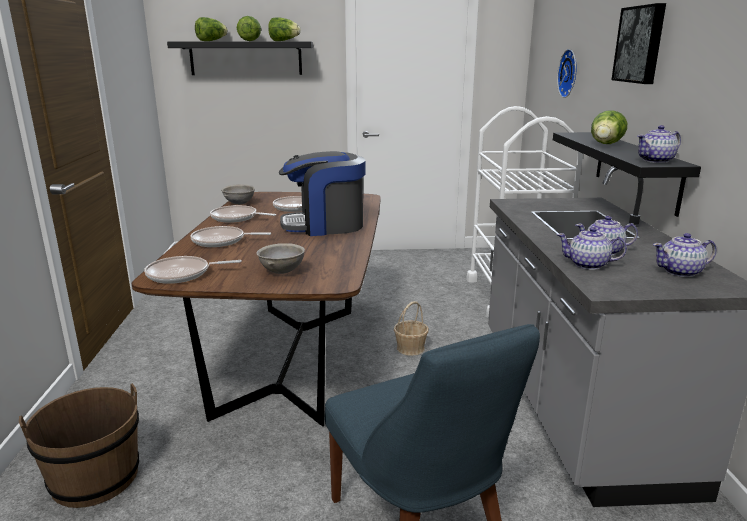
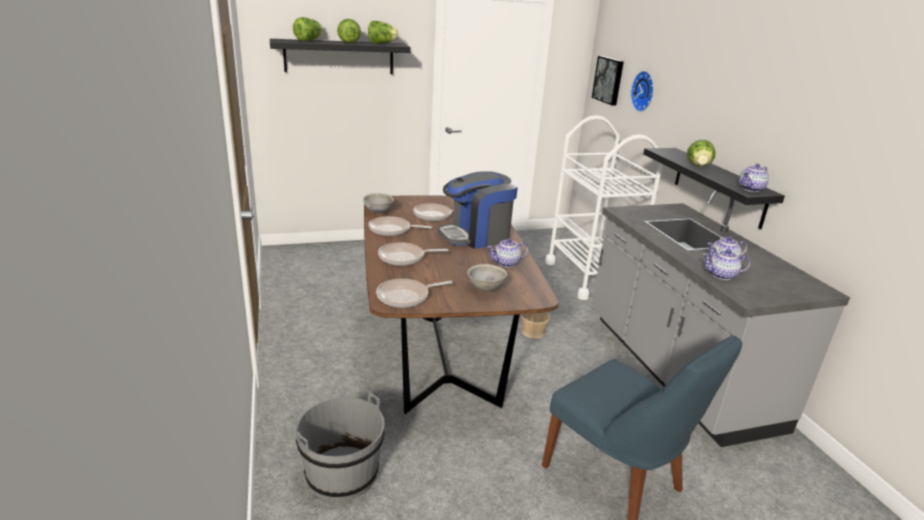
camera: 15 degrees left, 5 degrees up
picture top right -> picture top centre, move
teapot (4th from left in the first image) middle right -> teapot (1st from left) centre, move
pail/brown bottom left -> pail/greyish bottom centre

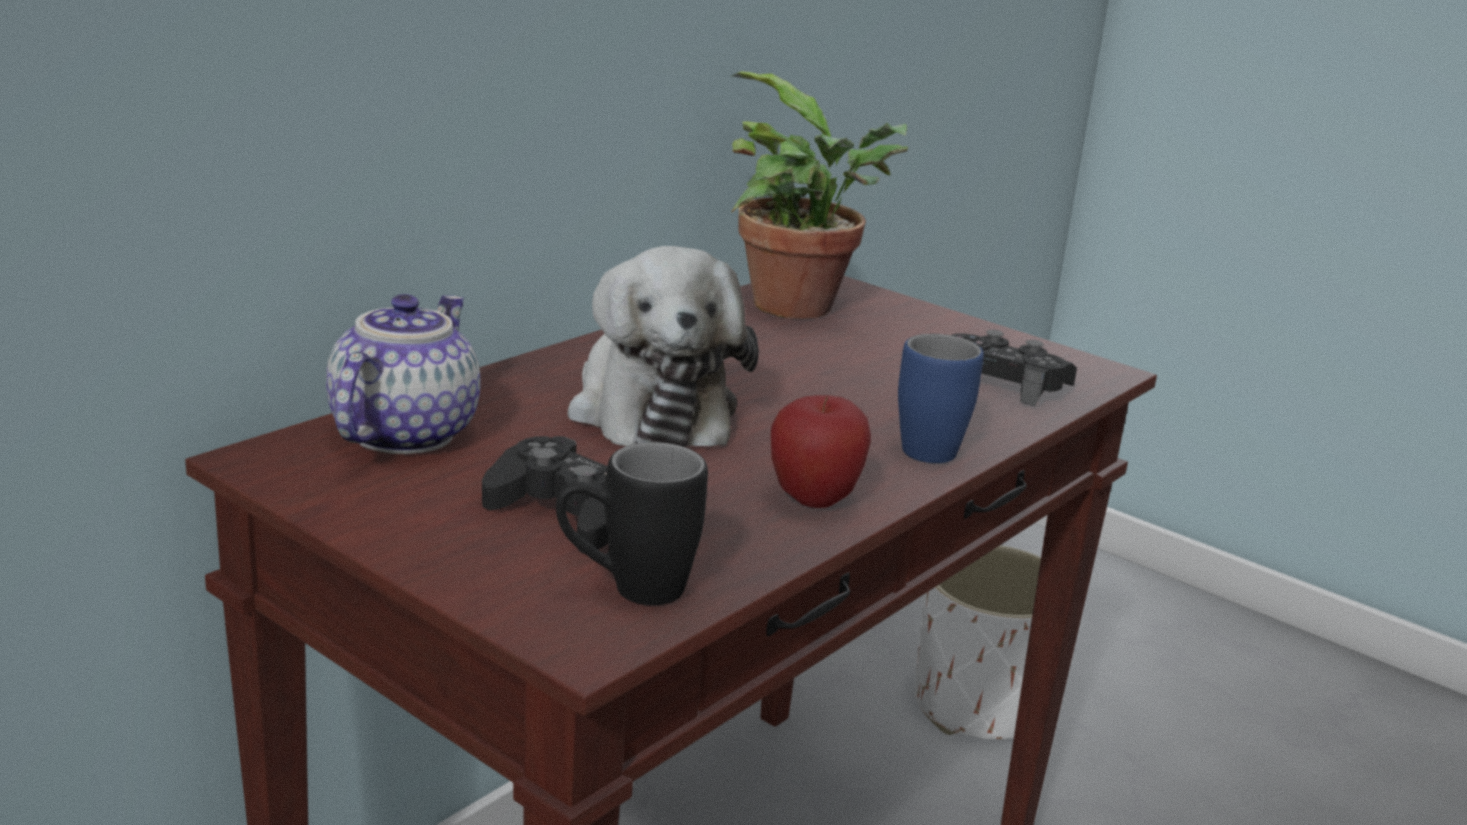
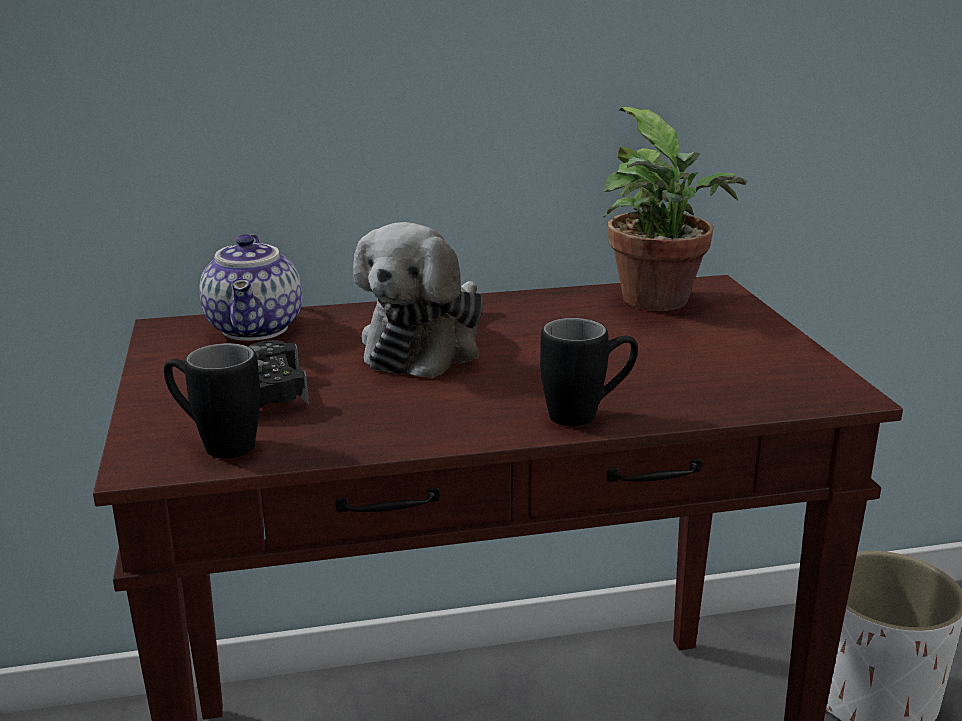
camera: 40 degrees right, 0 degrees up
whole apple centre -> none
joypad/black-coloured (2nd from left) middle right -> none
tea mug/blue centre -> tea mug/black-coloured (2nd from left) centre
teapot middle left, 120 degrees clockwise

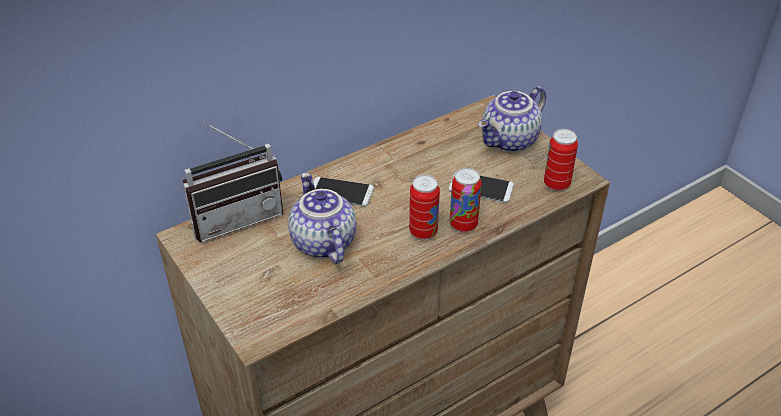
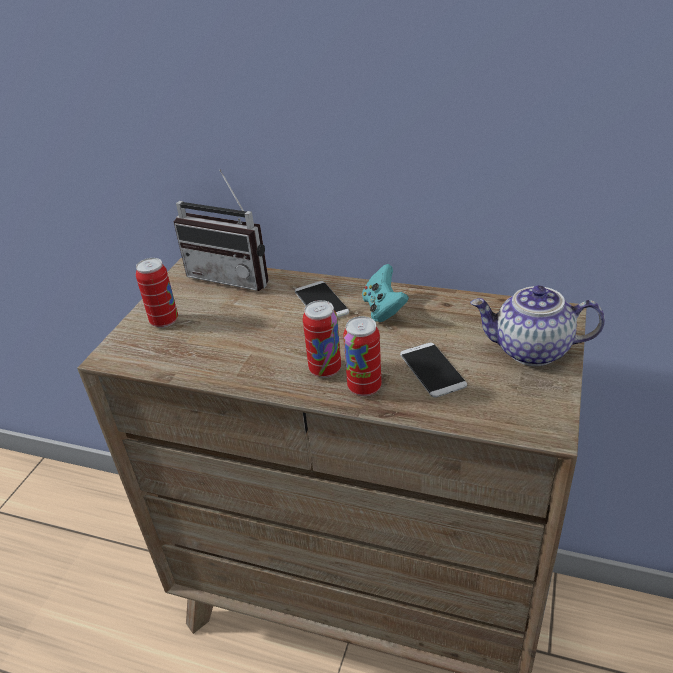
camera: 55 degrees right, 5 degrees down
teapot (1st from left) centre -> none
none -> joypad/turquoise-coloured centre
can (3rd from left in the first image) middle right -> can (1st from left) middle left, move

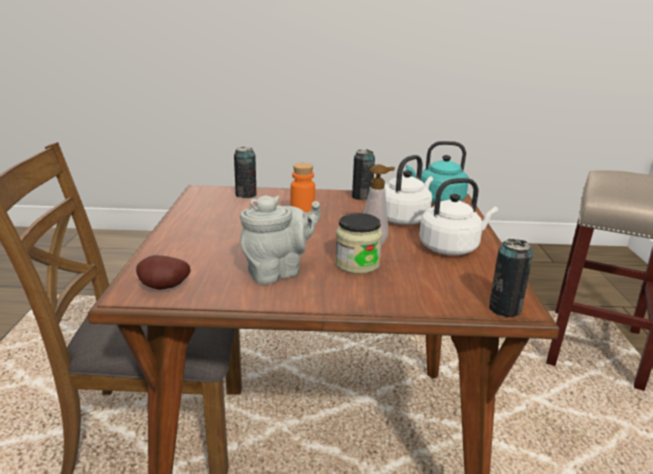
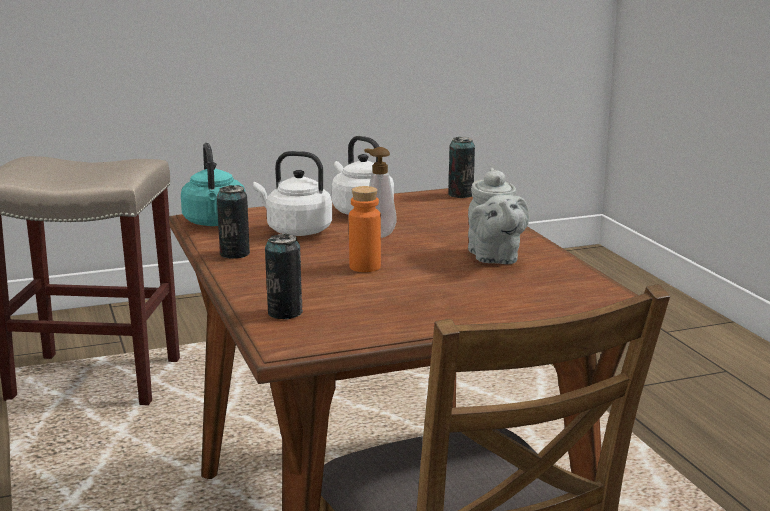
camera: 110 degrees left, 5 degrees down
potato middle left -> none
jar centre -> none
teapot/greyish centre, 135 degrees counterclockwise

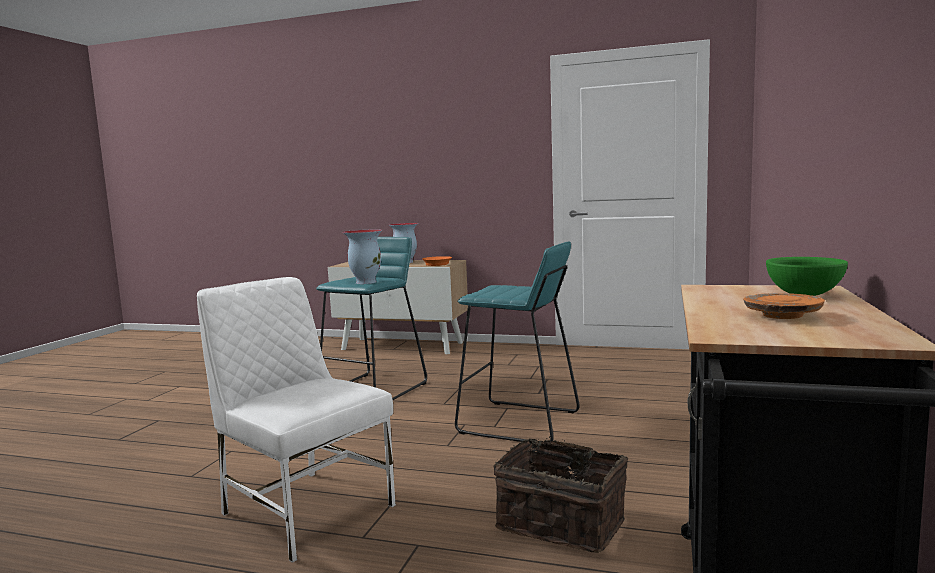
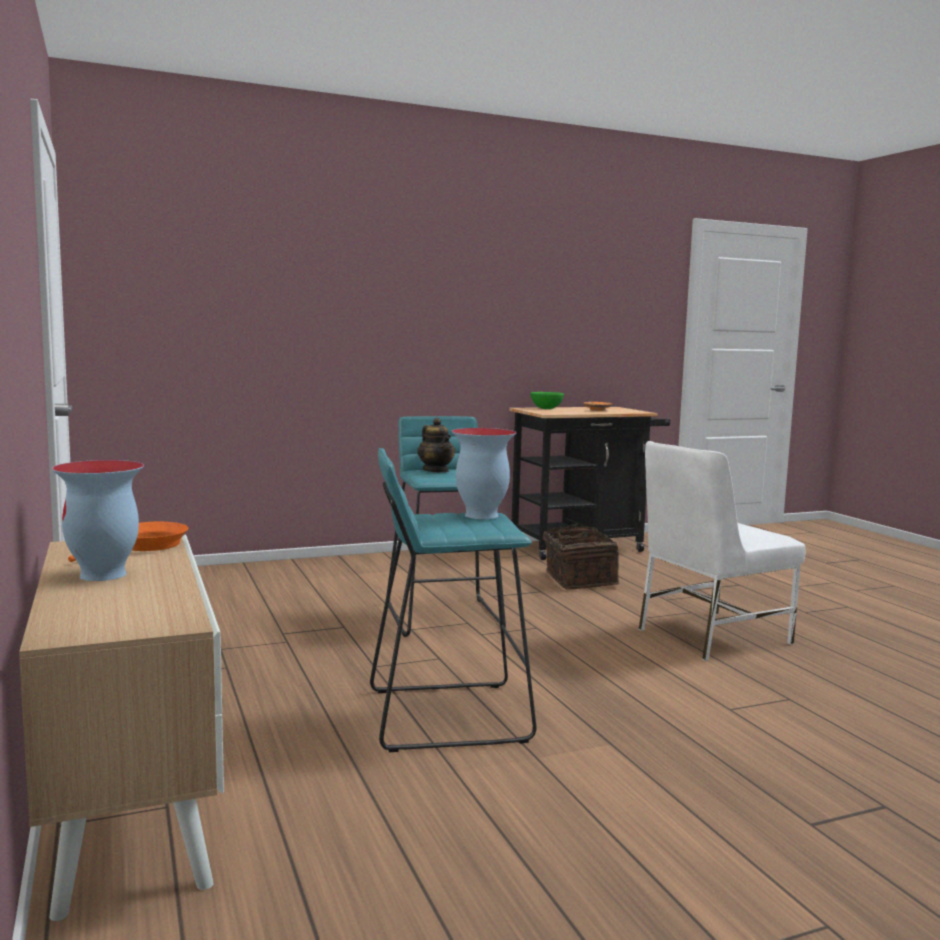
camera: 130 degrees left, 0 degrees up
none -> teapot centre
upright chair/white-coloured bottom left -> upright chair/white-coloured middle right, 60 degrees clockwise

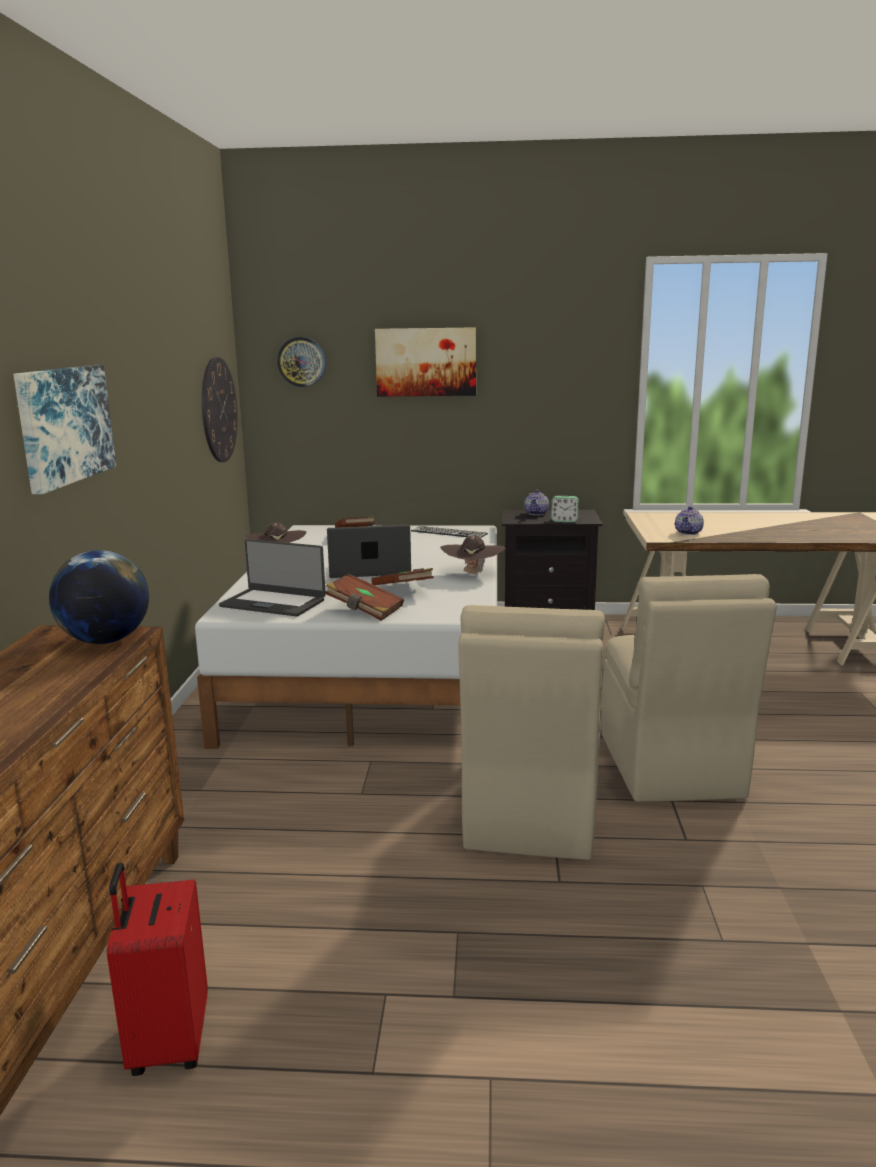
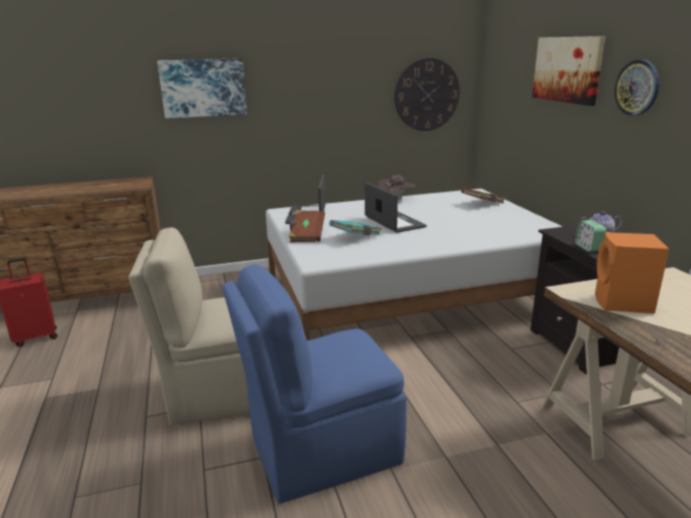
camera: 70 degrees right, 5 degrees up
world globe middle left -> none
PC keyboard centre -> none
hat/brown (2nd from left) centre -> none
clock on the wall (2nd from left) top centre -> clock on the wall (2nd from left) top right, move
teapot (2nd from left) middle right -> audio speaker/orangey middle right
bound book/brown (3rd from left) centre -> bound book/turquoise-coloured centre
upright chair/sand-coloured (2nd from left) middle right -> upright chair/blue bottom centre

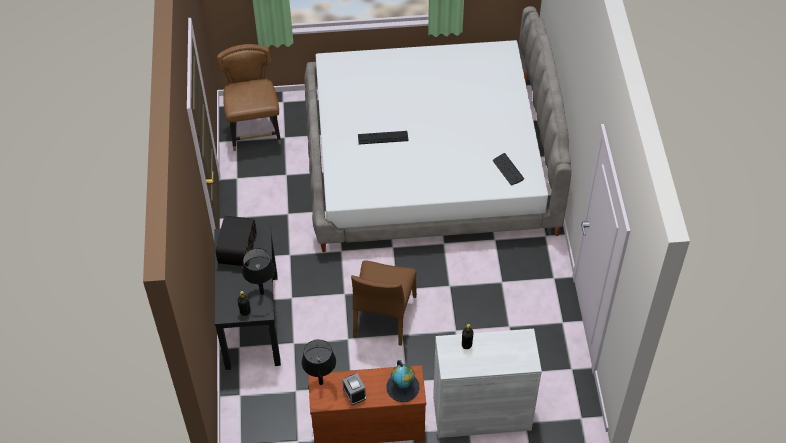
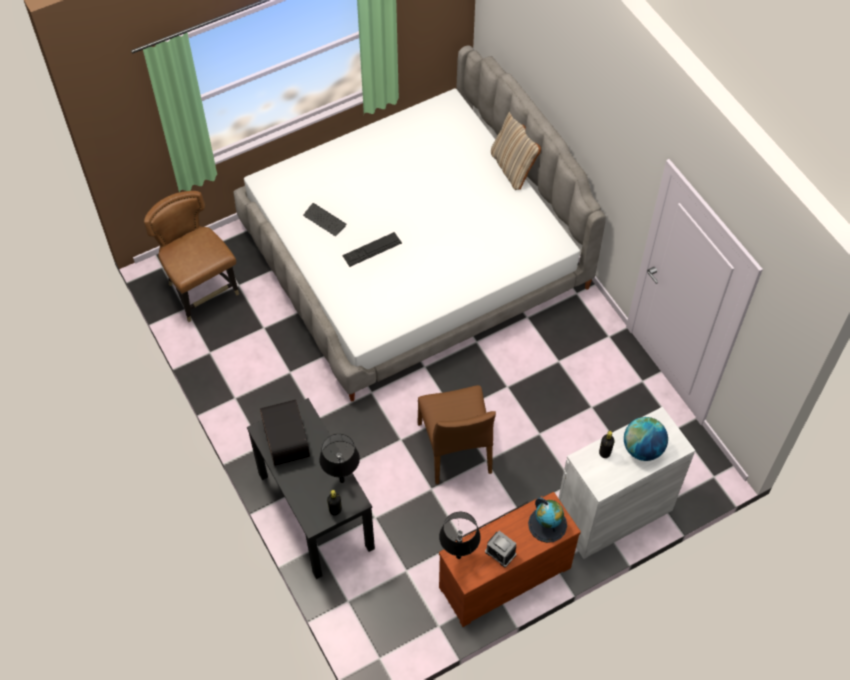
camera: 25 degrees left, 5 degrees up
none -> pillow/sand-coloured top centre
none -> world globe (2nd from left) middle right
PC keyboard (2nd from left in the first image) centre -> PC keyboard (1st from left) top centre, move

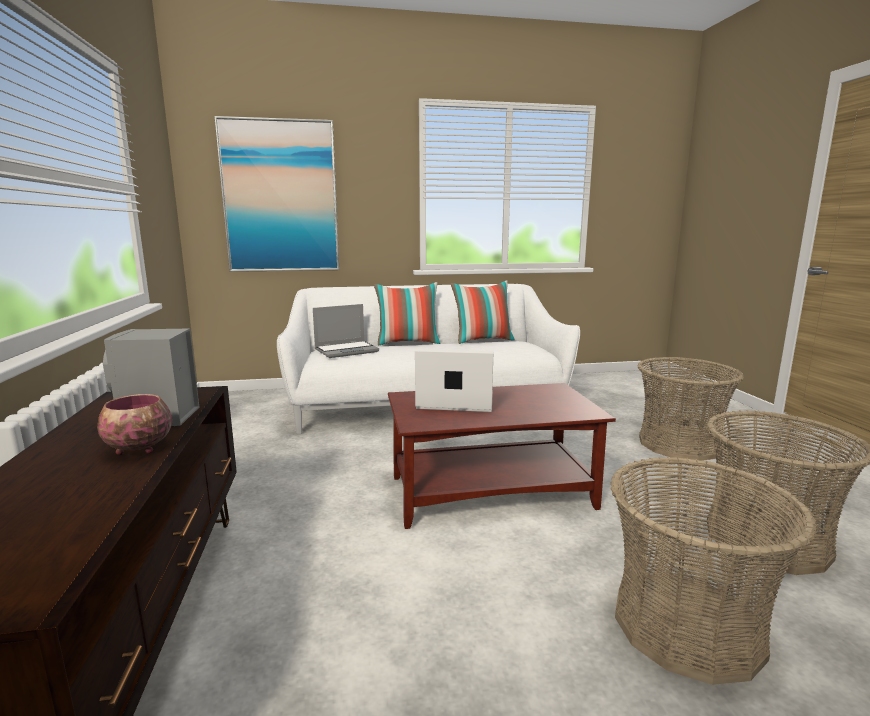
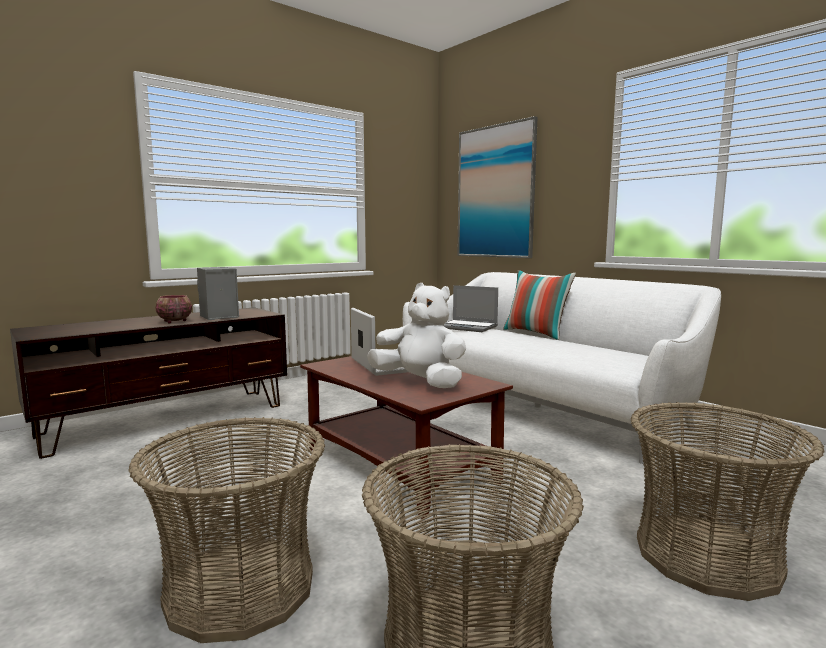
camera: 60 degrees right, 5 degrees down
pillow (2nd from left) centre -> none
none -> soft toy/white-coloured centre

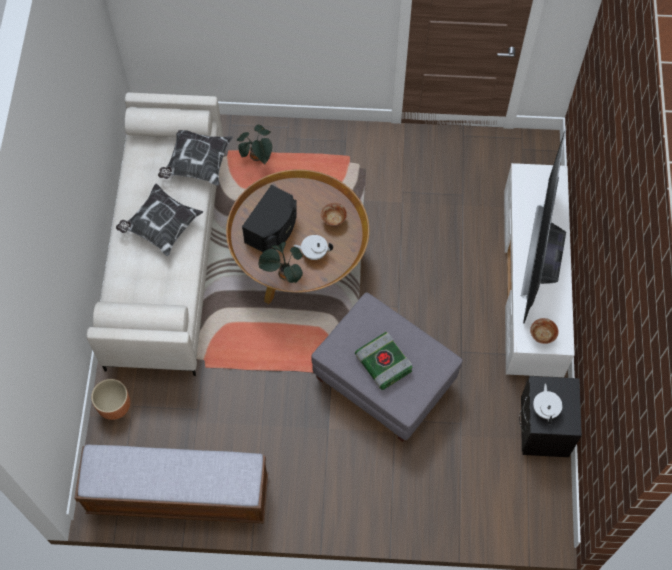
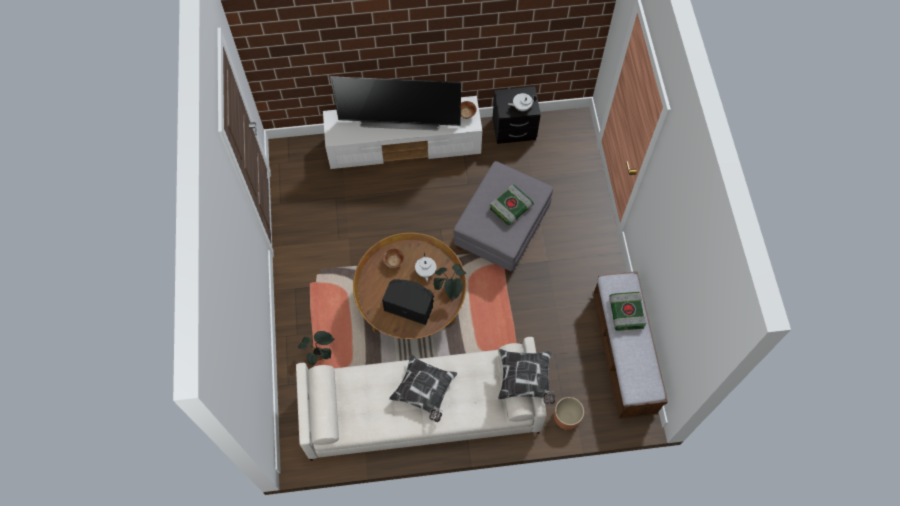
camera: 100 degrees left, 0 degrees up
none -> bound book (2nd from left) middle right
pillow (2nd from left) top left -> pillow (2nd from left) bottom centre, move

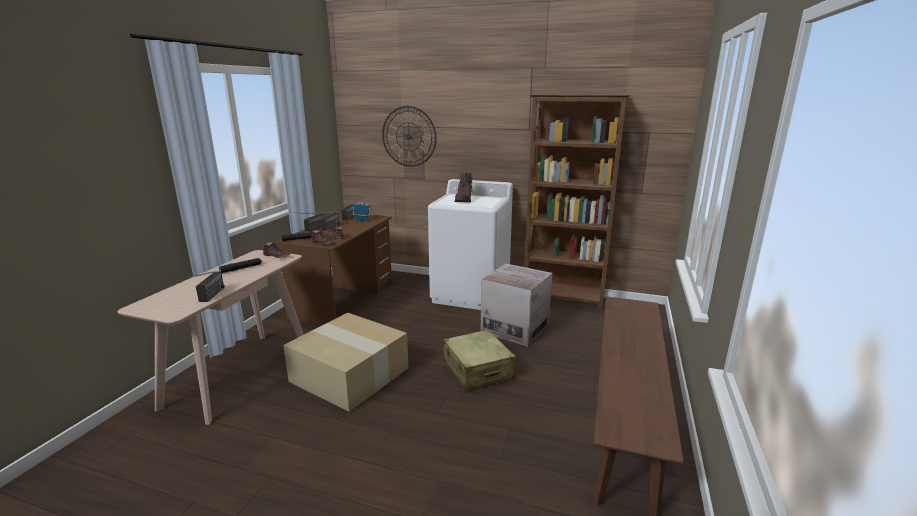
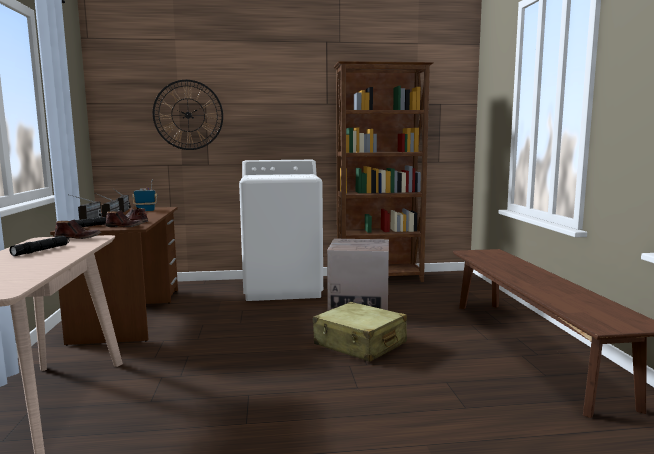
camera: 25 degrees left, 10 degrees down
radio (1st from left) middle left -> none
carton (1st from left) bottom centre -> none
high-top boot/brown centre -> none

